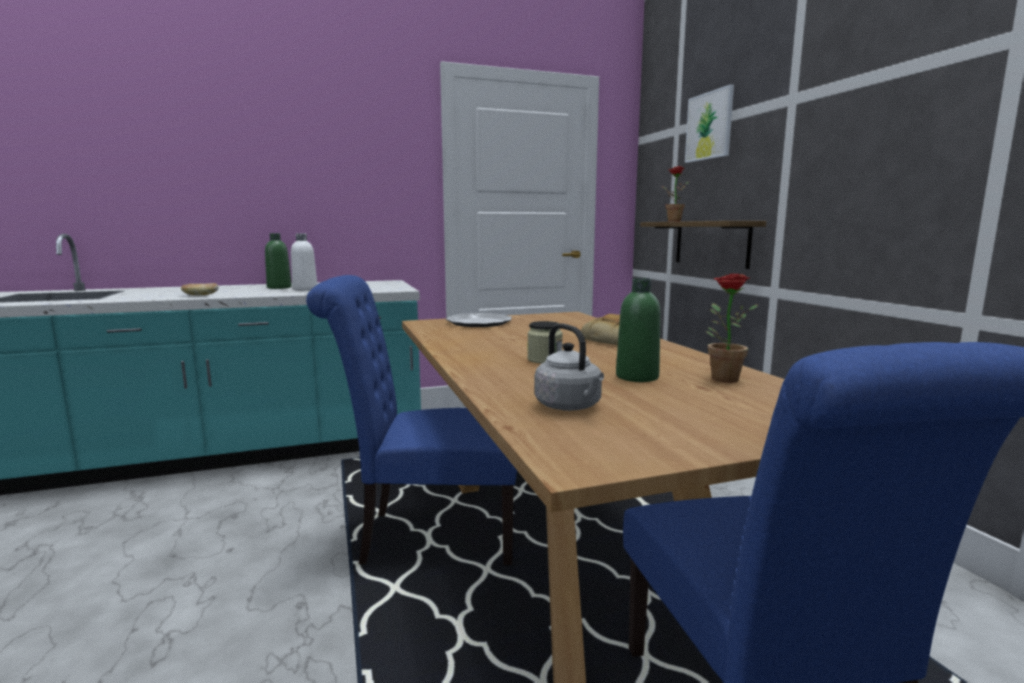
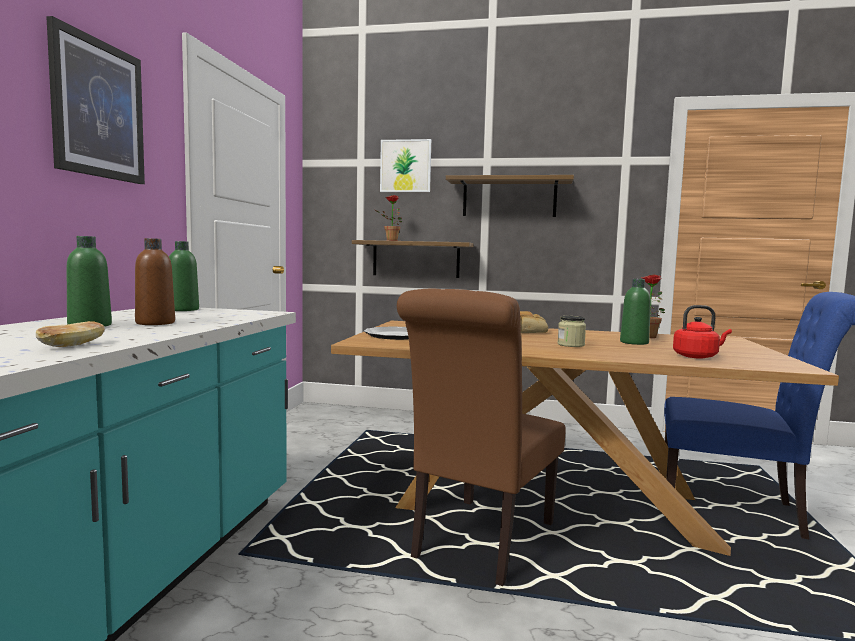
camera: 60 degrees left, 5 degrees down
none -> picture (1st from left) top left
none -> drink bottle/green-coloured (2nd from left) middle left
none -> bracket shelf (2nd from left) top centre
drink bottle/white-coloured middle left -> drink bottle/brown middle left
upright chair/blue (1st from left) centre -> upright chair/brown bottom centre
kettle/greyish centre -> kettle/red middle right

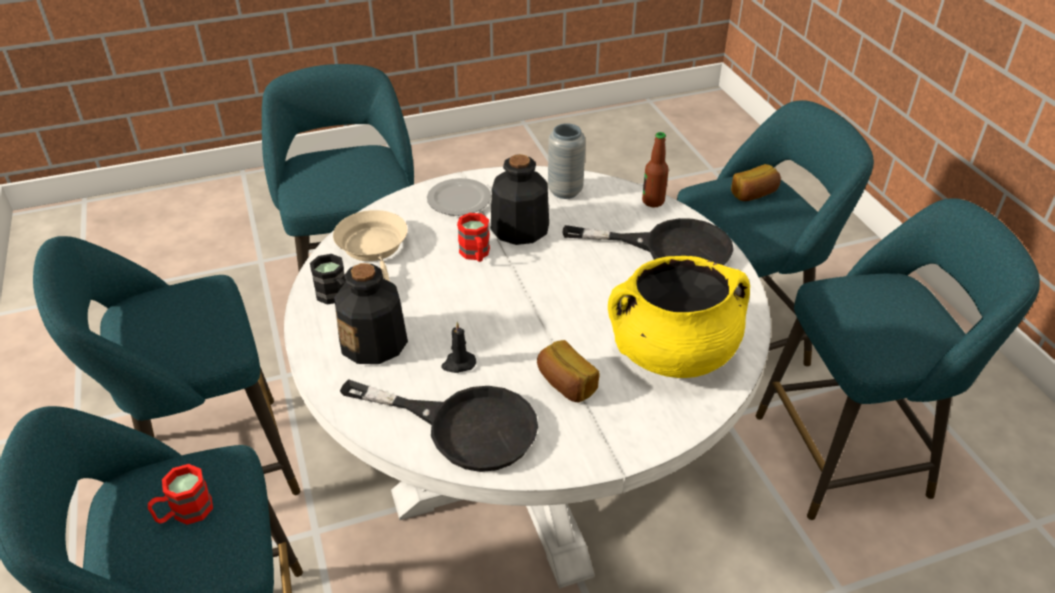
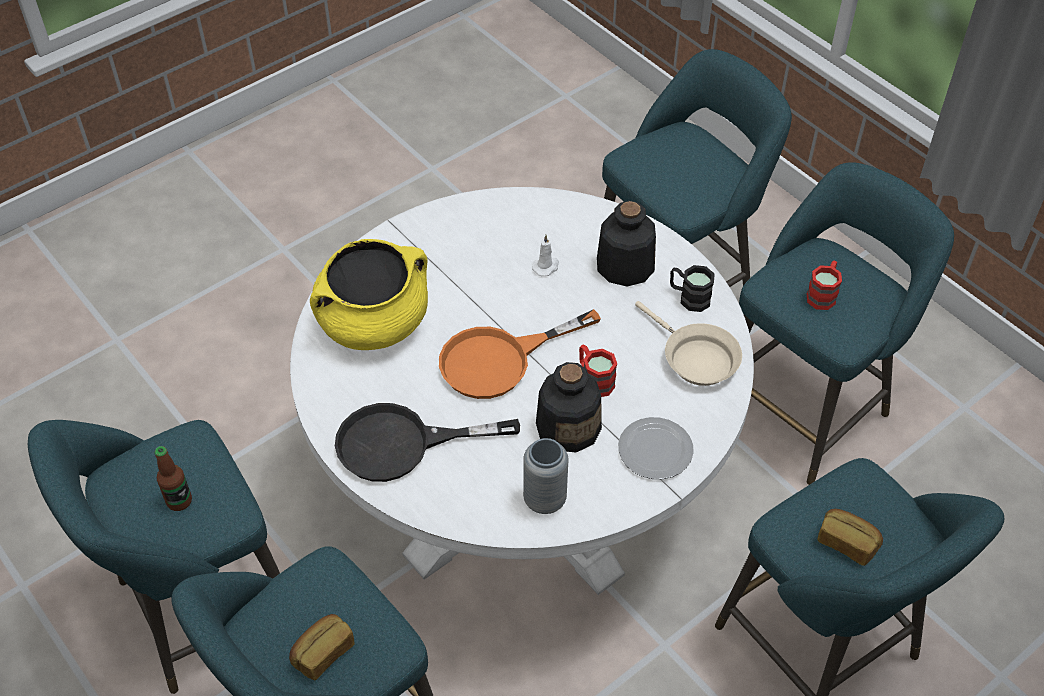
camera: 160 degrees right, 10 degrees up
pan/black-coloured (1st from left) bottom centre -> none
none -> pan/orangey centre
tea mug/red (1st from left in the first image) bottom left -> tea mug/red (2nd from left) middle right, move
bakery bread (1st from left in the first image) centre -> bakery bread (2nd from left) bottom right, move
drink bottle (3rd from left in the first image) top centre -> drink bottle (1st from left) bottom left, move
candle/black-coloured centre -> candle/white-coloured centre

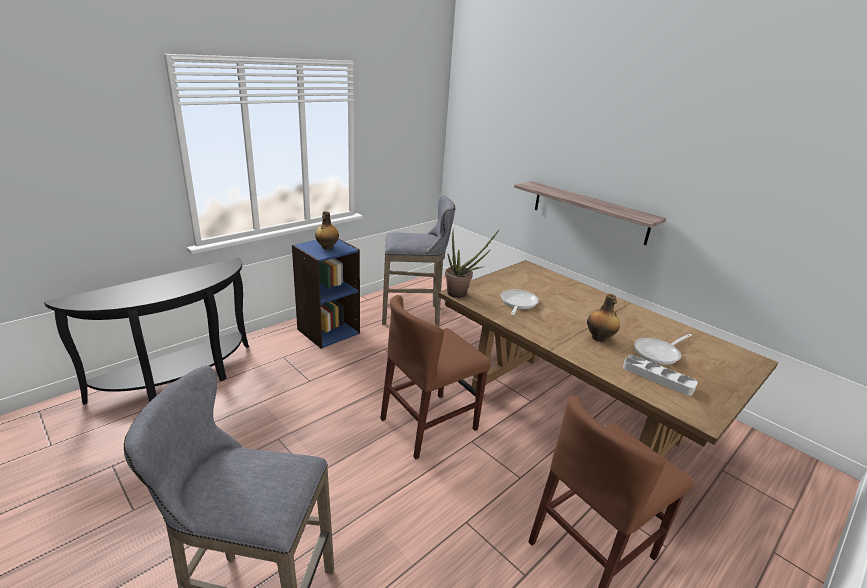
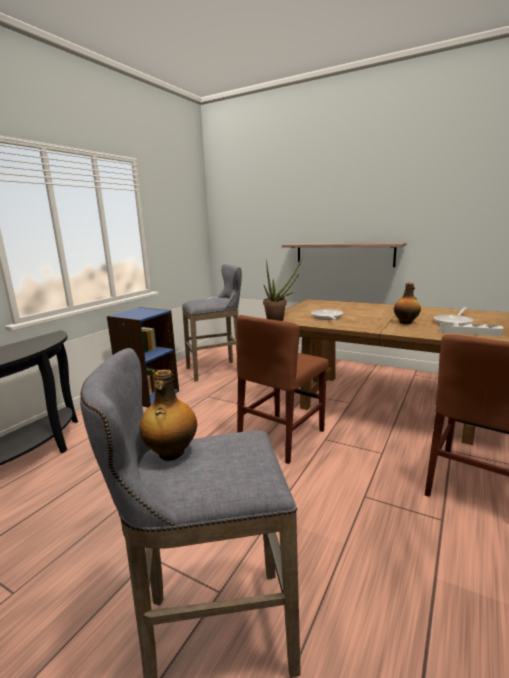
camera: 15 degrees left, 10 degrees down
drink bottle (1st from left) centre -> drink bottle (1st from left) middle left, move

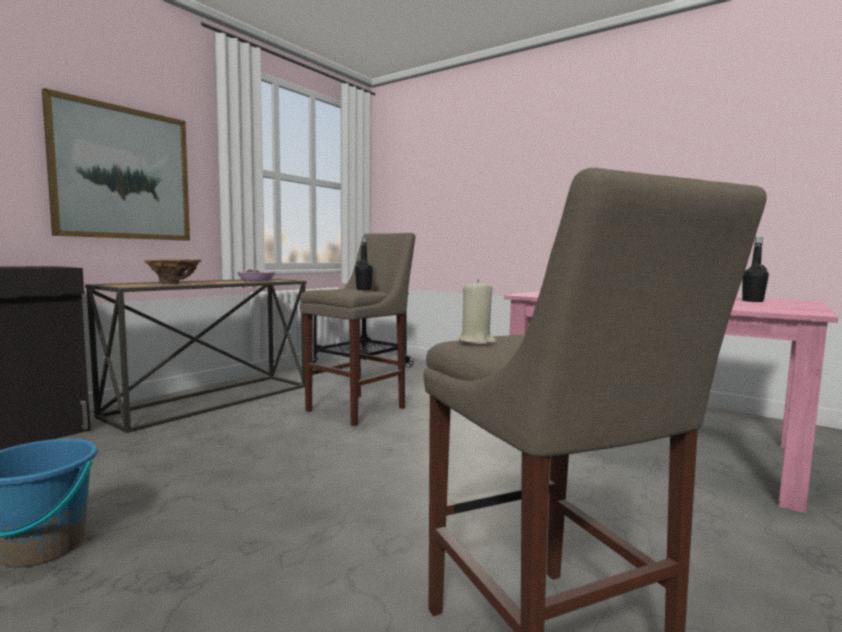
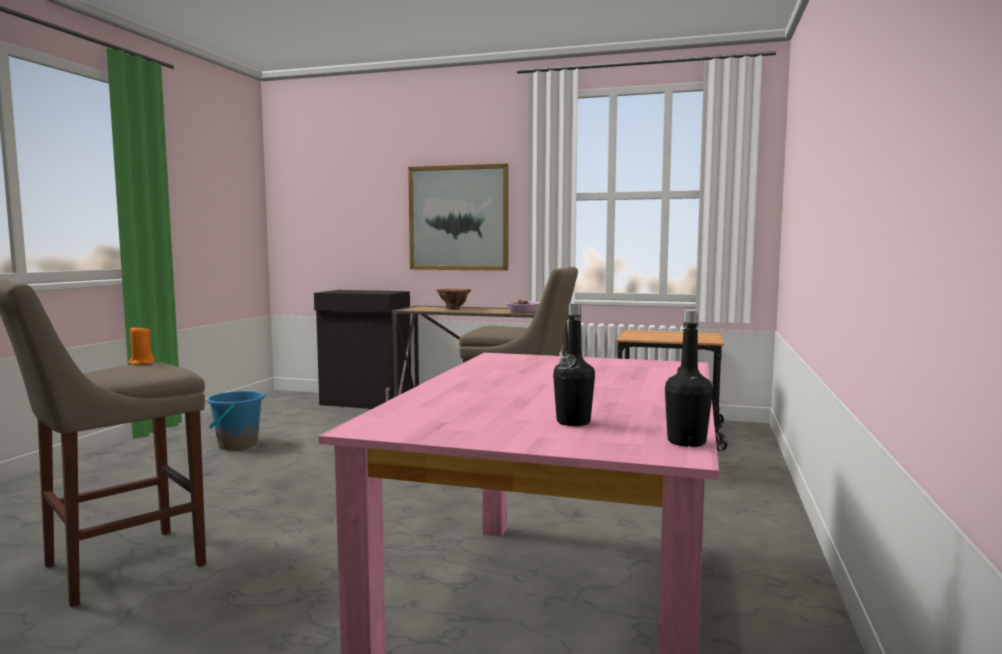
camera: 70 degrees right, 0 degrees up
drink bottle/black-coloured (1st from left in the first image) centre -> drink bottle/black-coloured (2nd from left) middle right, move
candle/sand-coloured centre -> candle/orangey middle left

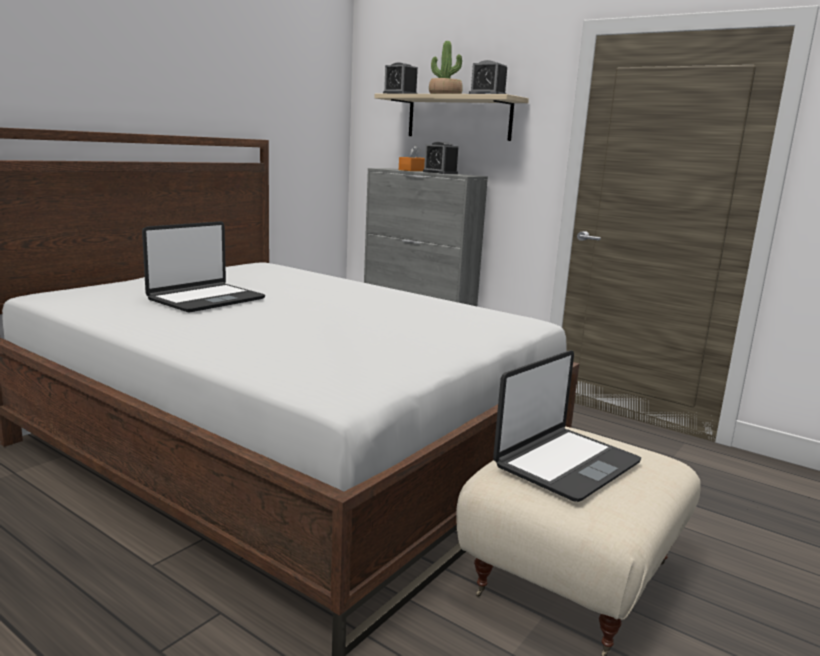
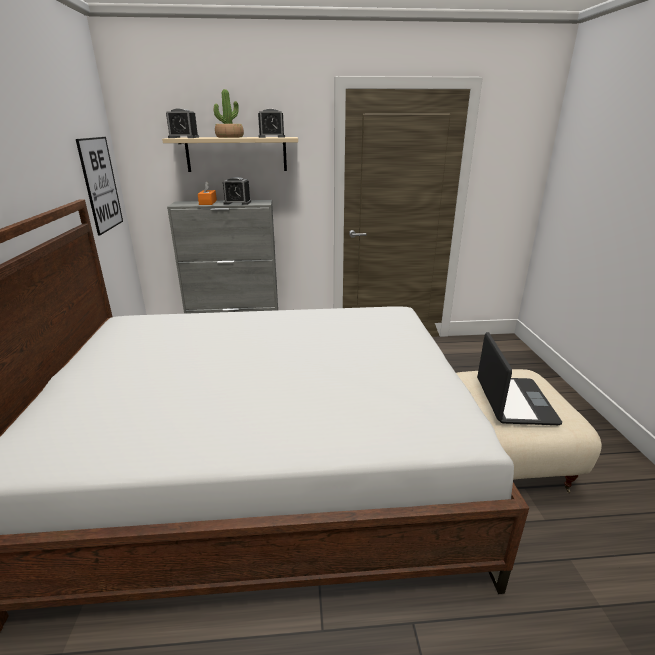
camera: 40 degrees left, 10 degrees up
laptop (1st from left) middle left -> none
none -> picture top left

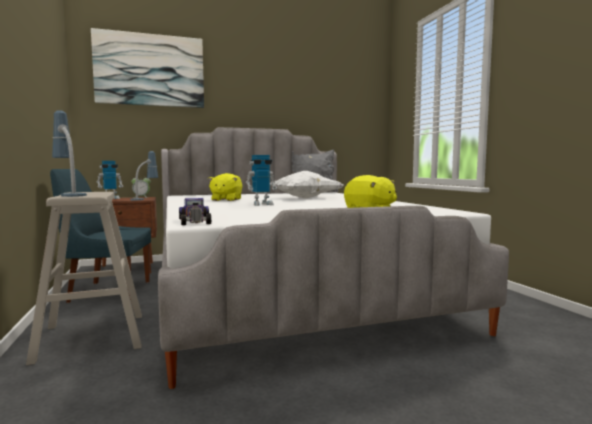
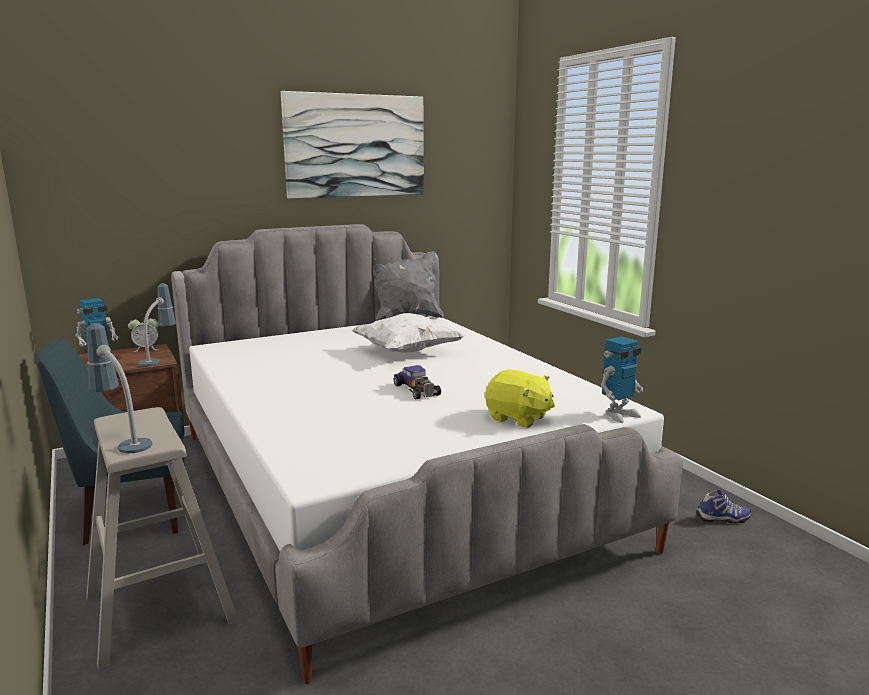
camera: 10 degrees left, 10 degrees up
soft toy/yellow (1st from left) centre -> none
none -> item of footwear bottom right
picture top left -> picture top centre, move
model car middle left -> model car centre, move
toy robot (2nd from left) centre -> toy robot (2nd from left) middle right, move

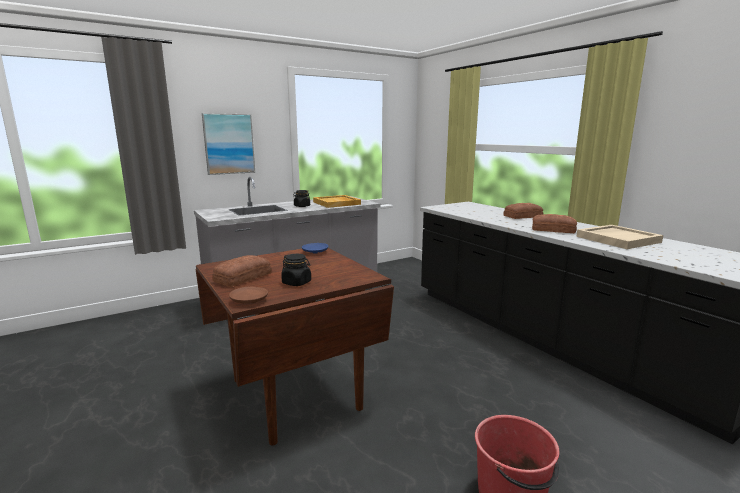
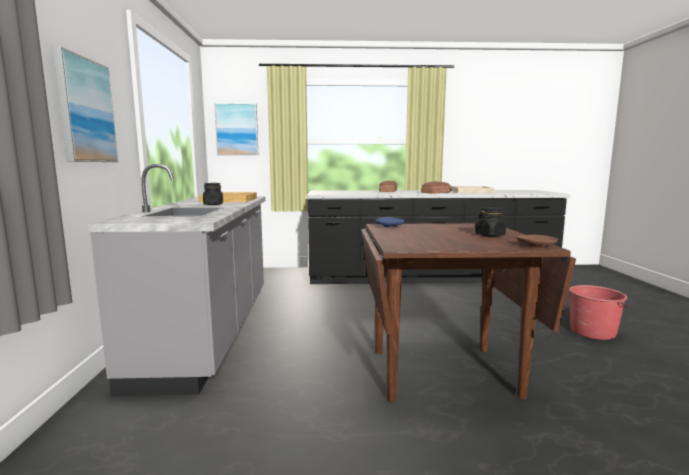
camera: 60 degrees left, 5 degrees down
bakery bread (1st from left) middle left -> none
none -> picture (2nd from left) top centre

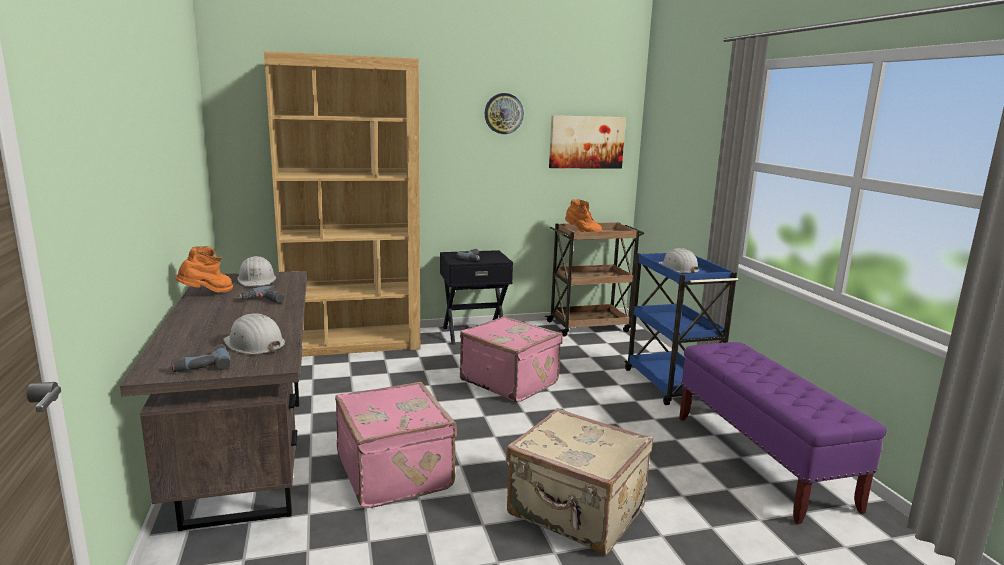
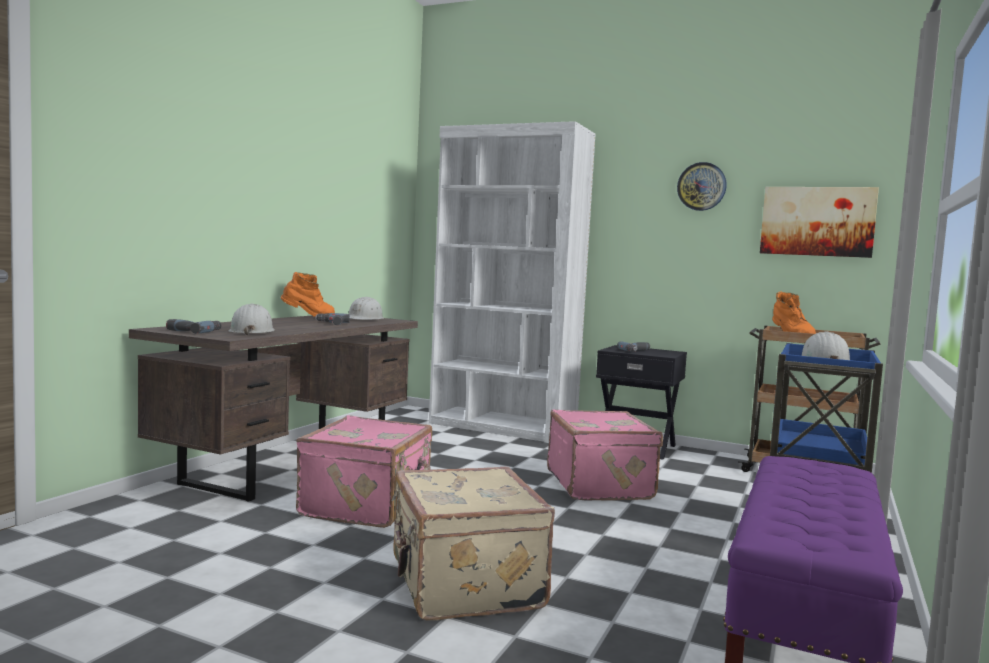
camera: 40 degrees right, 10 degrees down
shelving unit/brown centre -> shelving unit/white-coloured centre

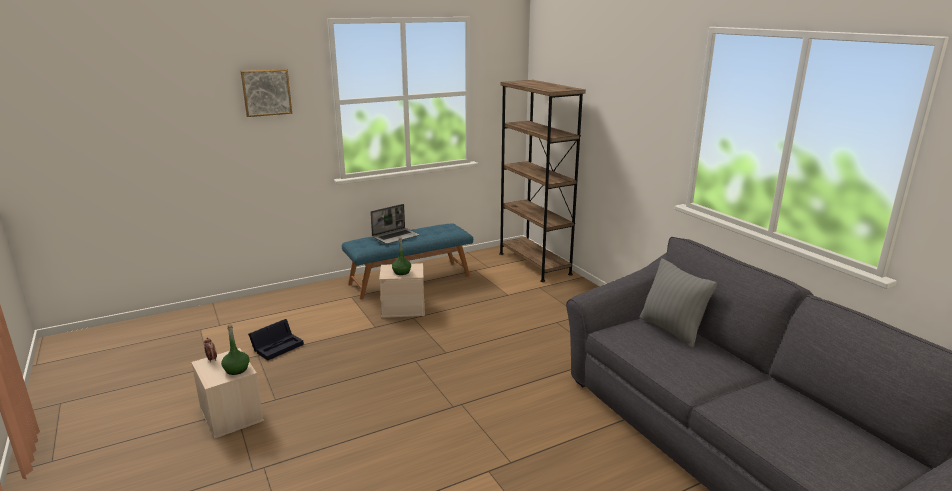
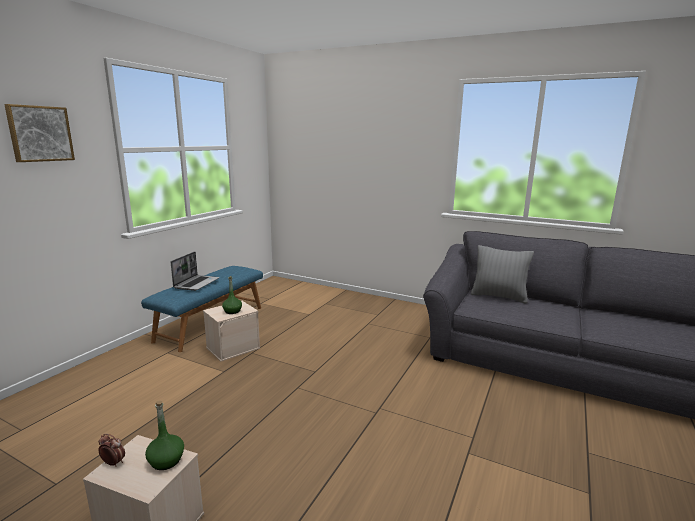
camera: 35 degrees left, 5 degrees down
storage box/black-coloured bottom left -> none
shelving unit/brown centre -> none

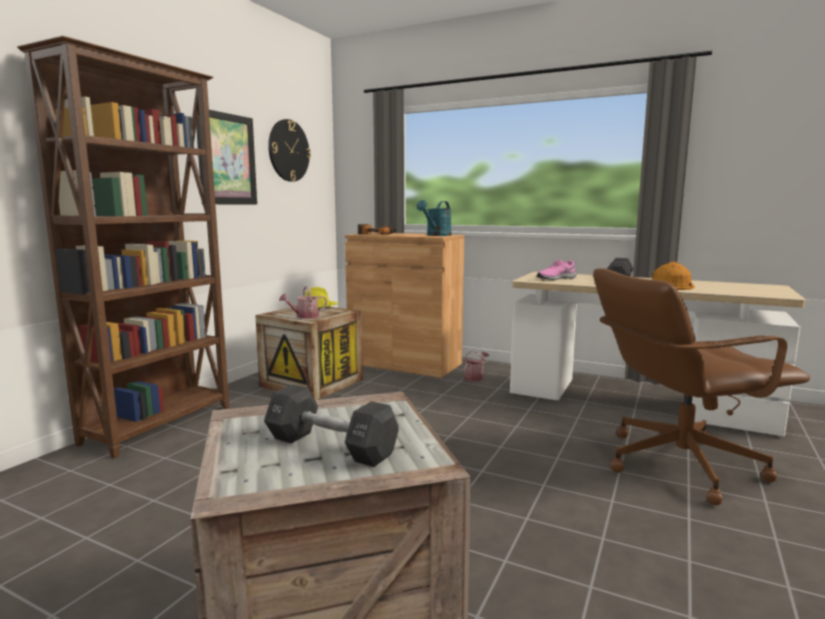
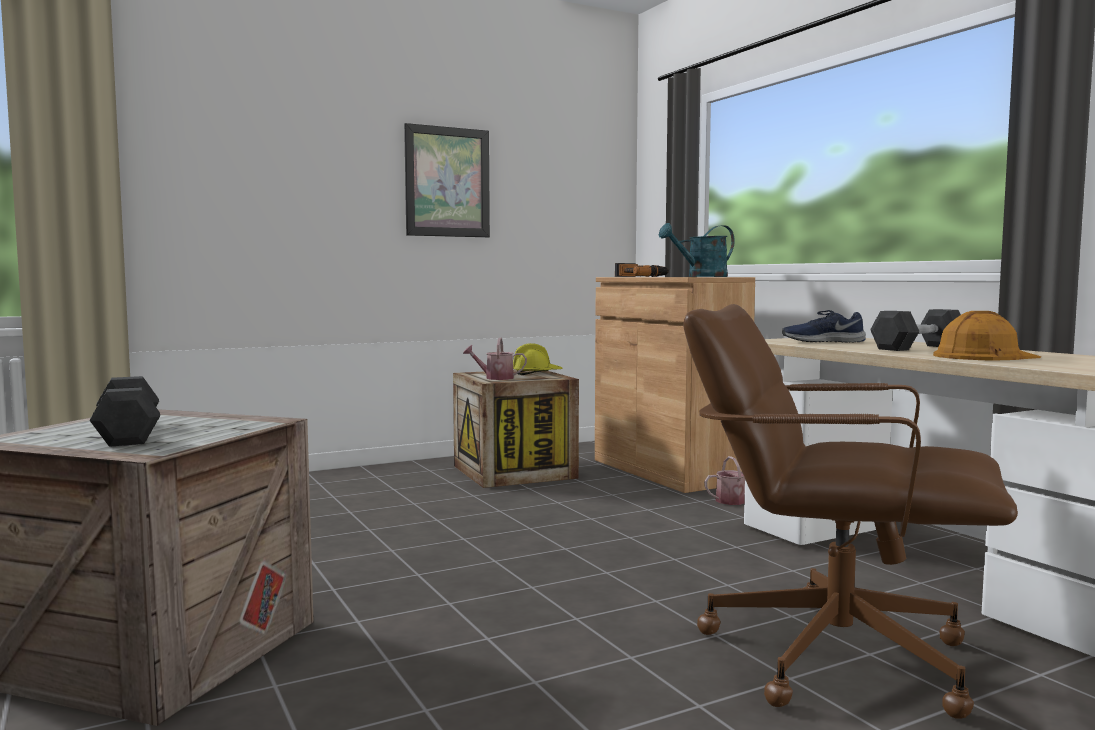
camera: 35 degrees right, 5 degrees down
shelving unit/brown middle left -> none
clock on the wall top centre -> none
item of footwear/pink middle right -> item of footwear/blue middle right

